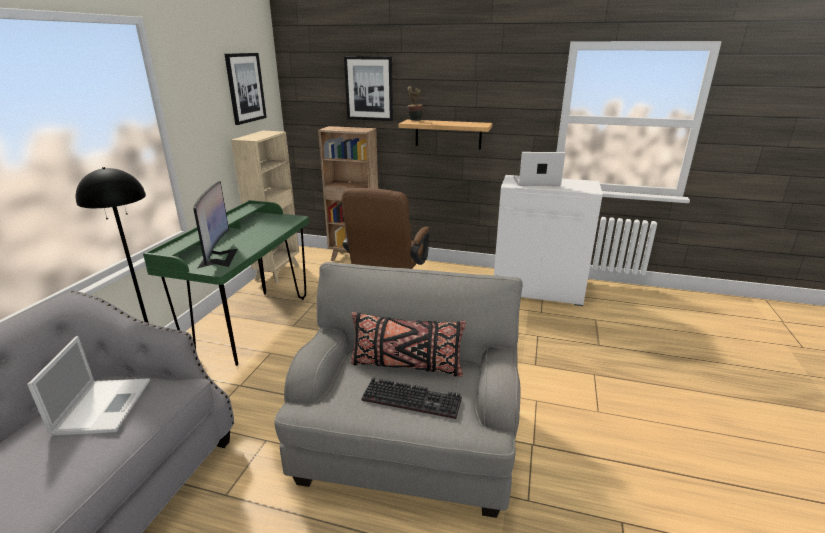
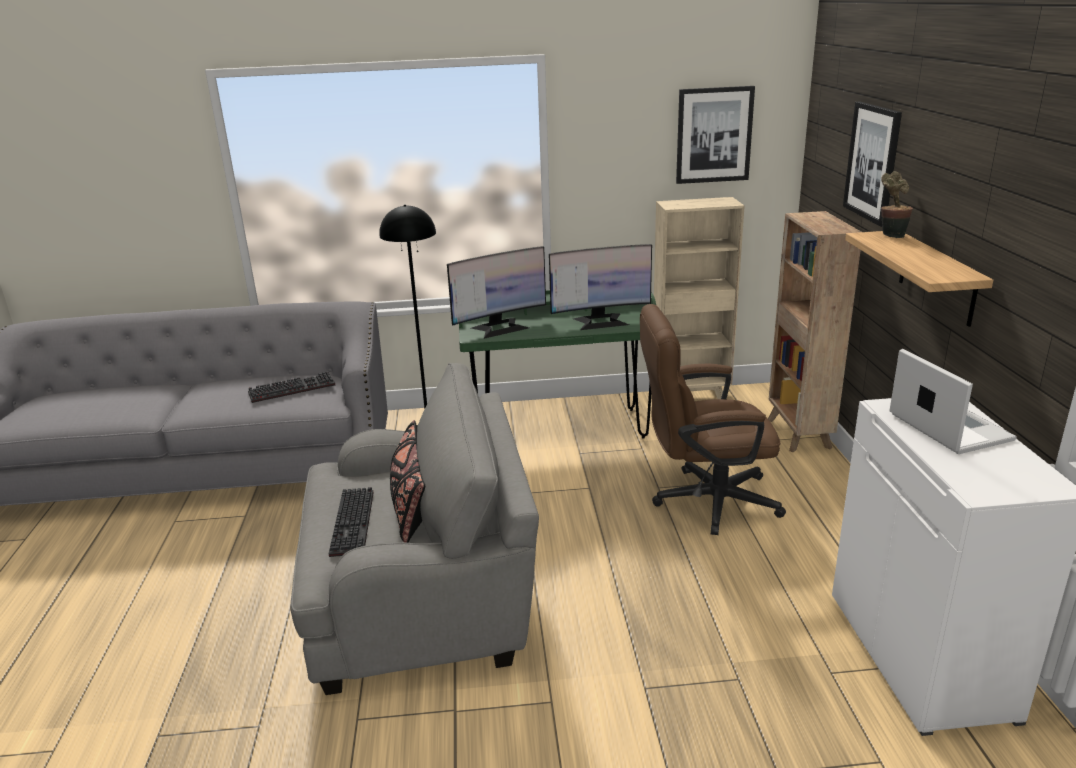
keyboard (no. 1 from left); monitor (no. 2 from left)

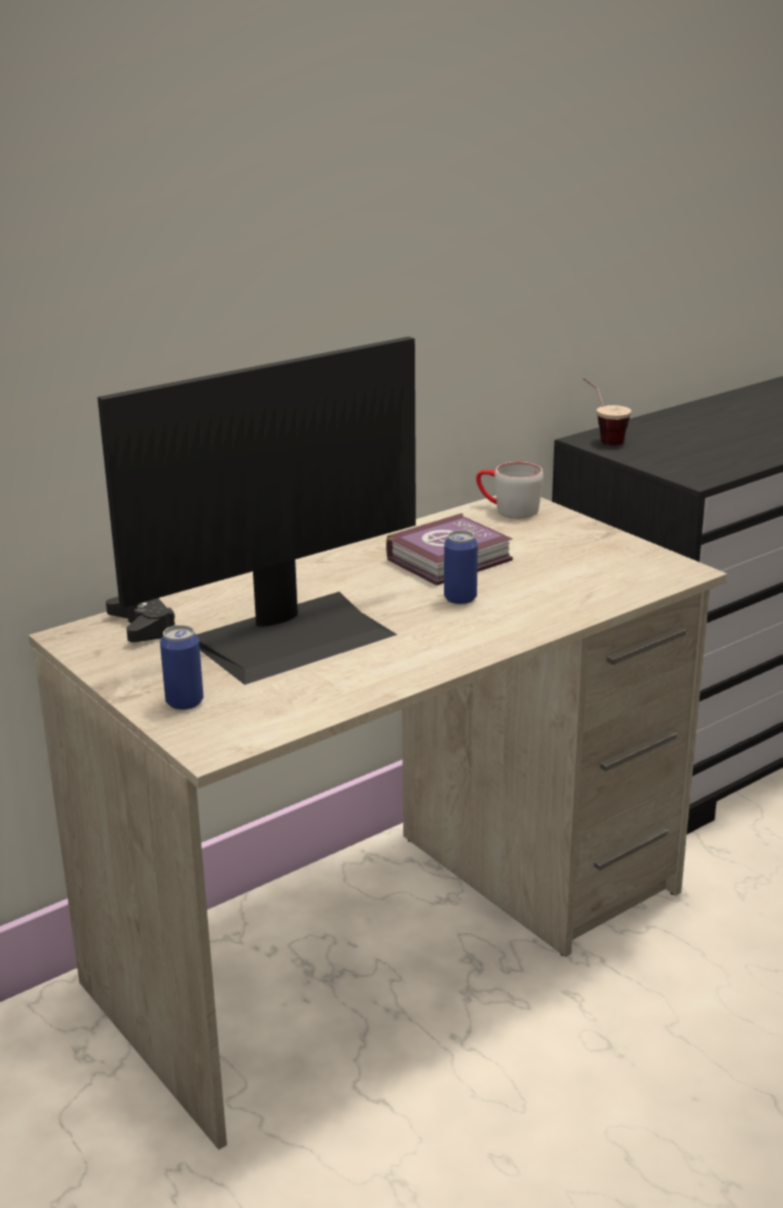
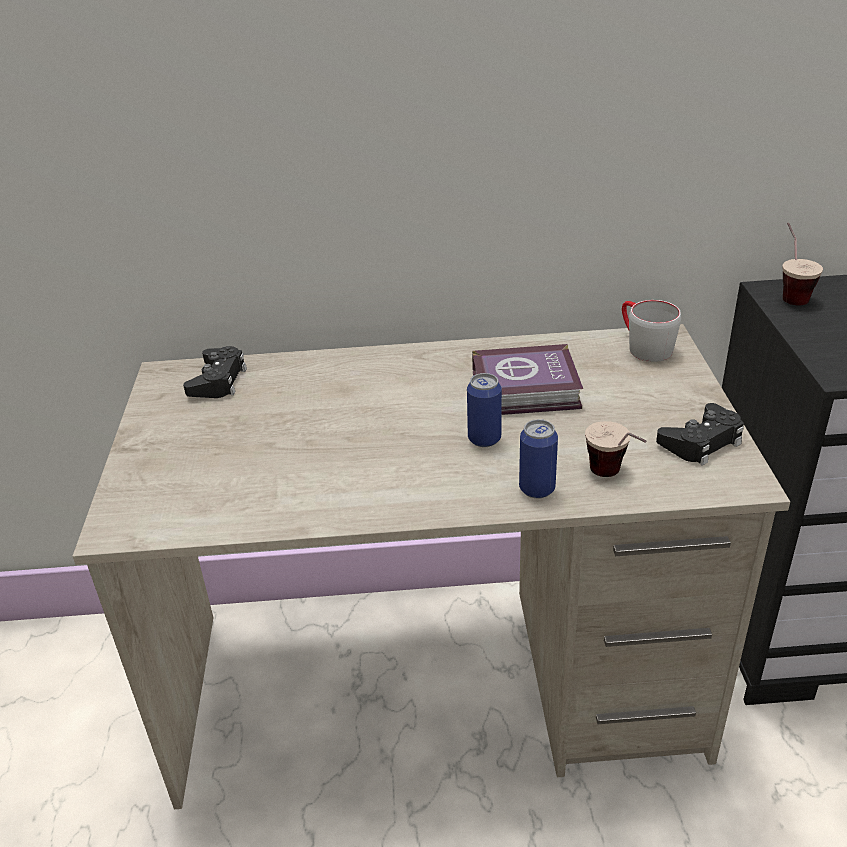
monitor; can (no. 2 from left); game controller (black) (no. 2 from left); cup (no. 1 from left)

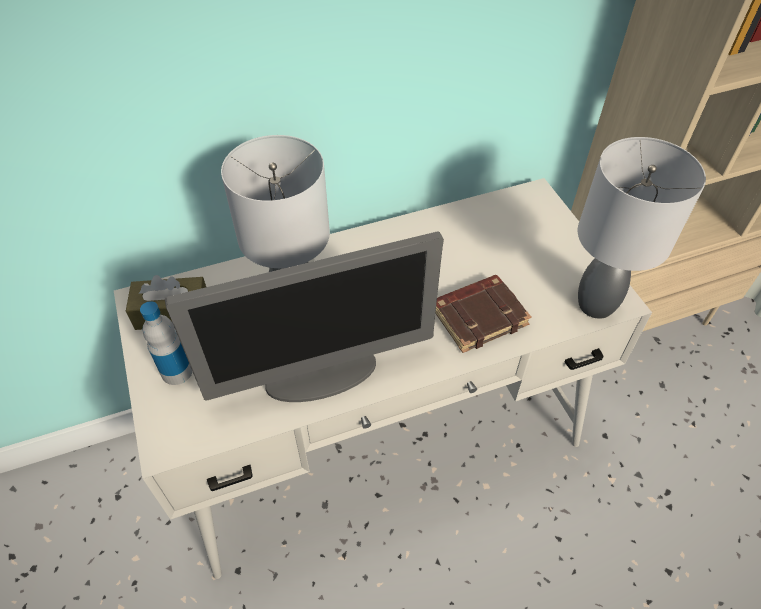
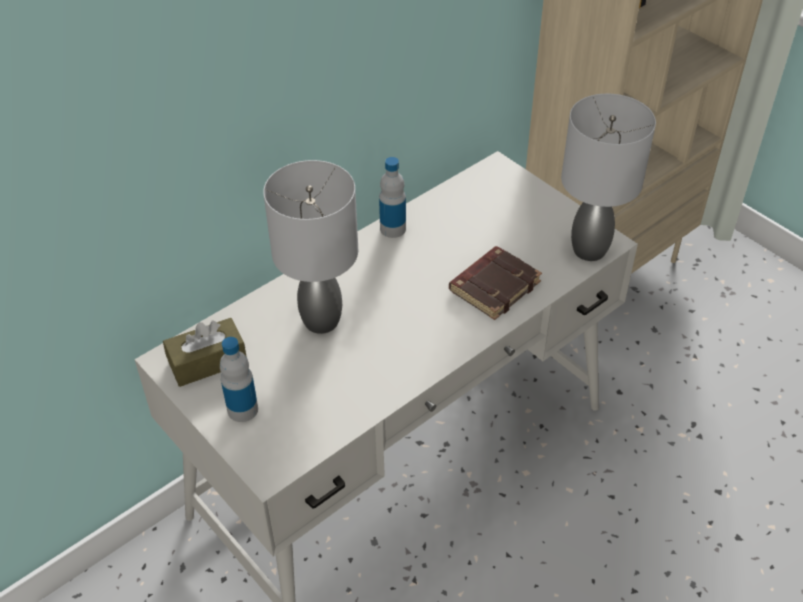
monitor; bottle (no. 2 from left)

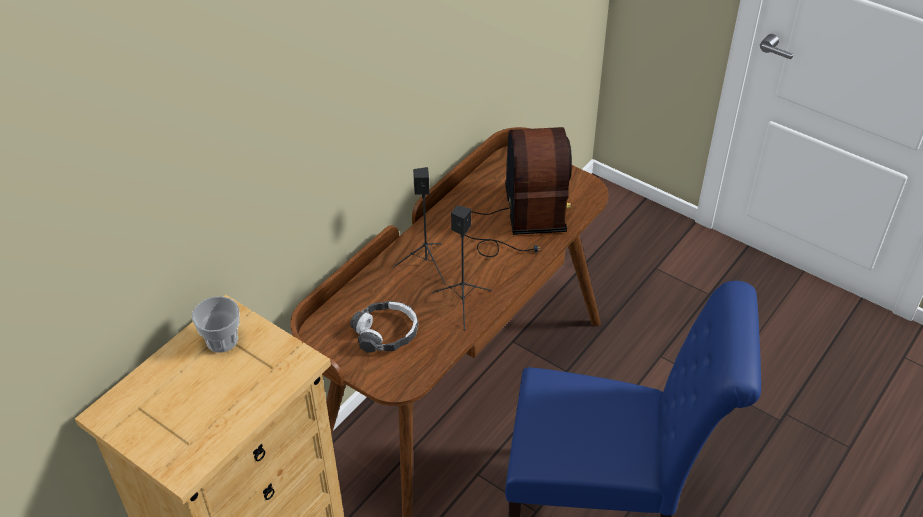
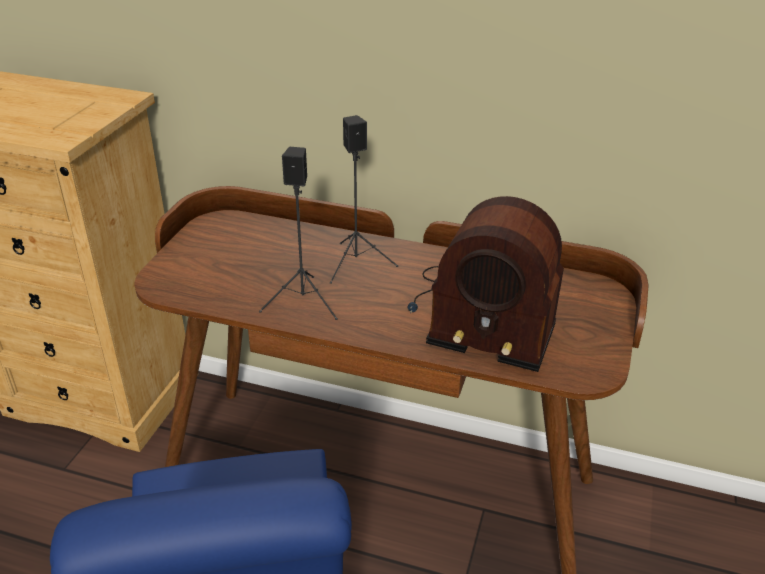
radio; cup; headphones

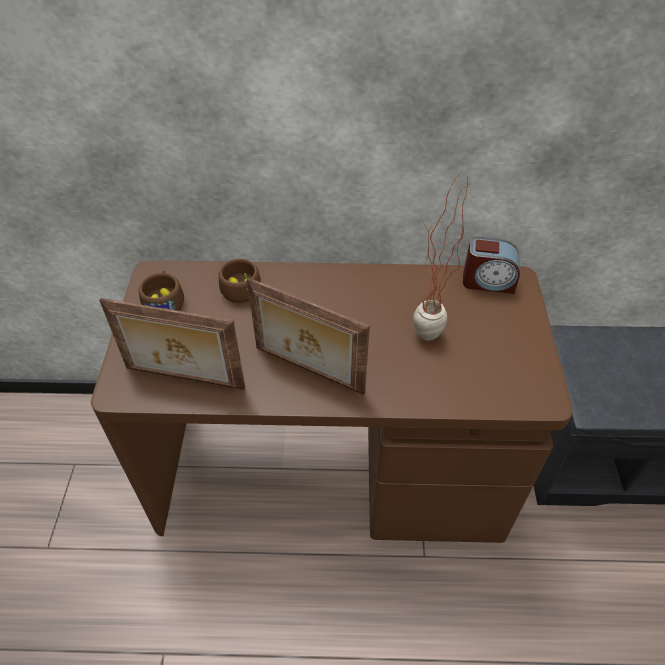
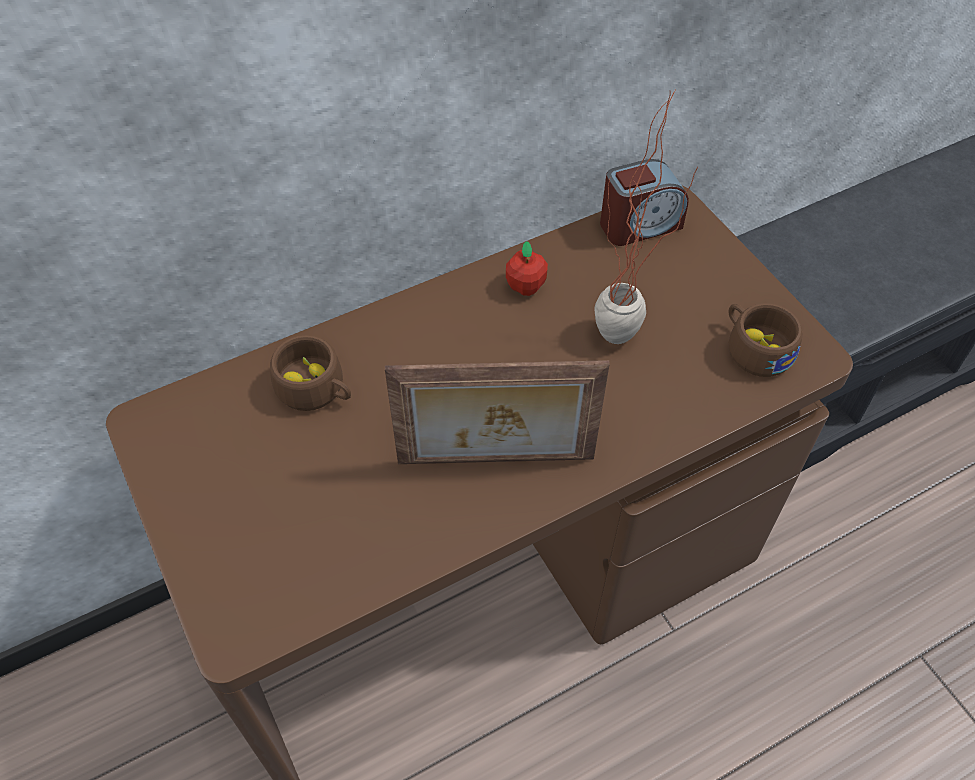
cup (brown) (no. 2 from left); picture frame (no. 1 from left in the first image); apple

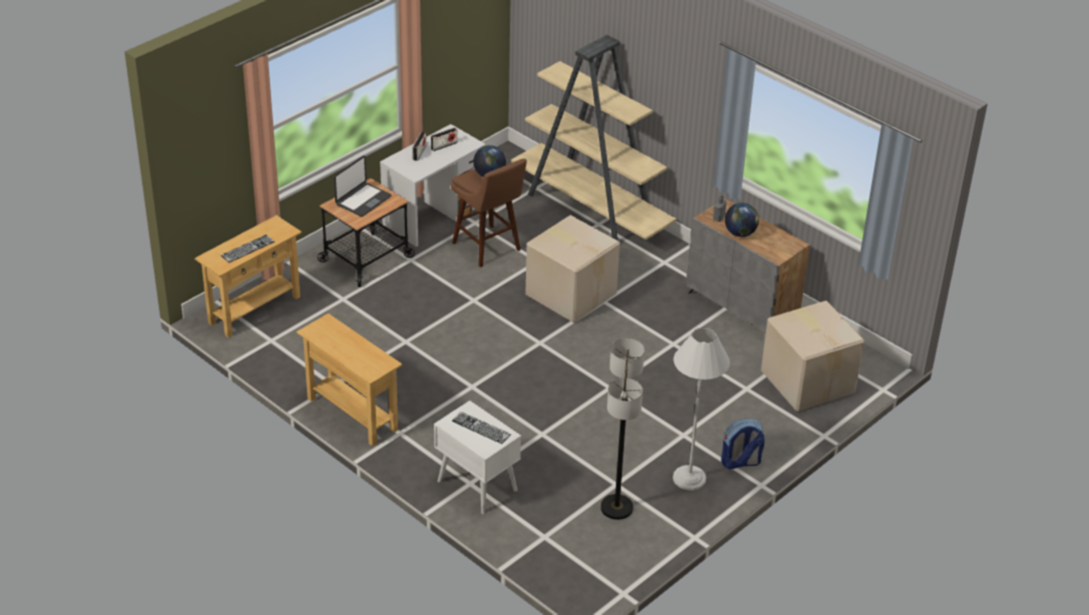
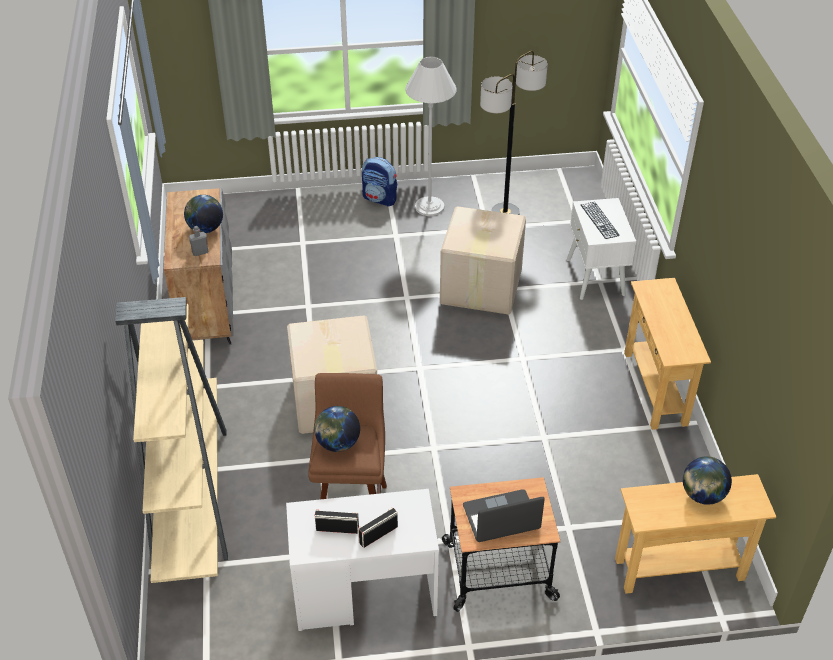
globe (no. 3 from left); cardboard box (no. 2 from left)

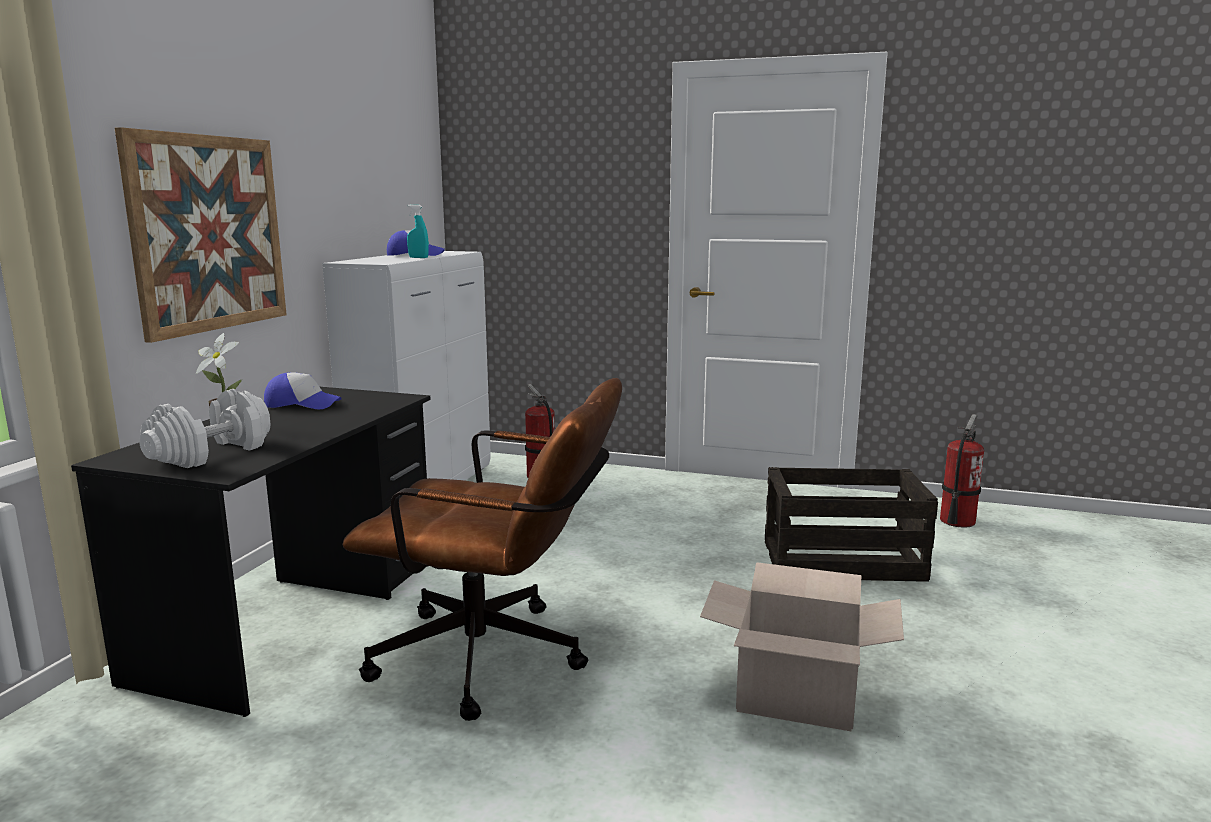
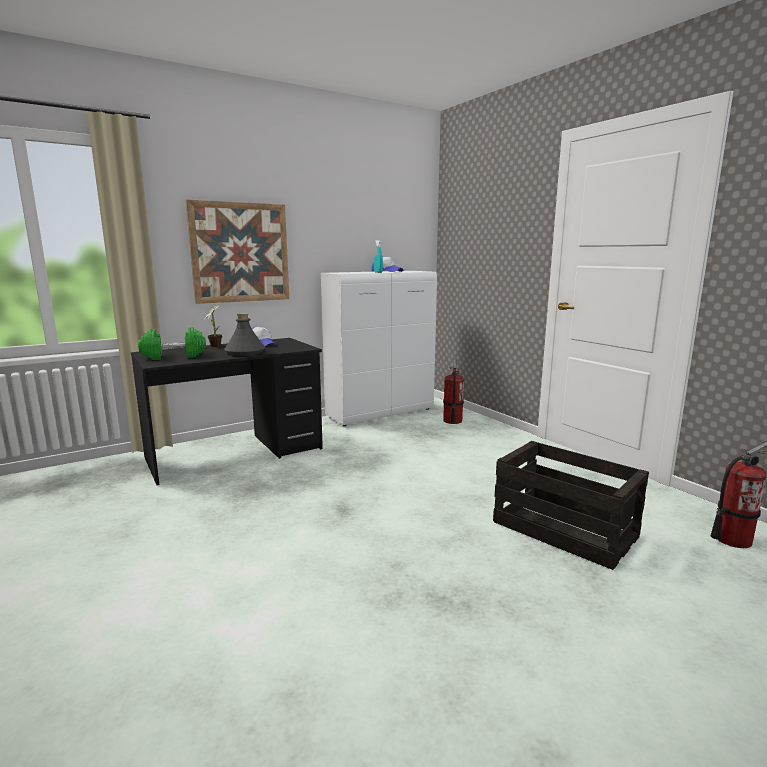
office chair (brown); dumbbell (green); cardboard box; bottle (grey)

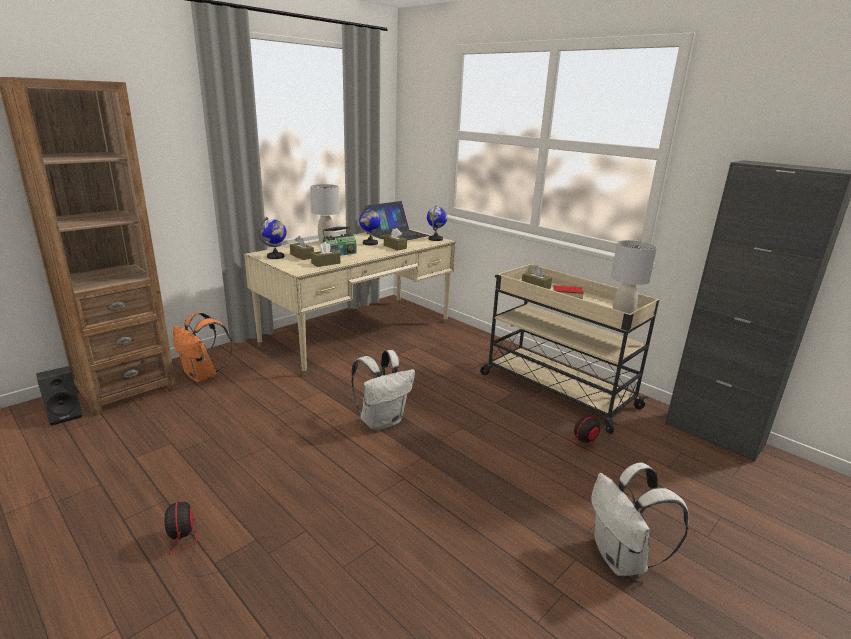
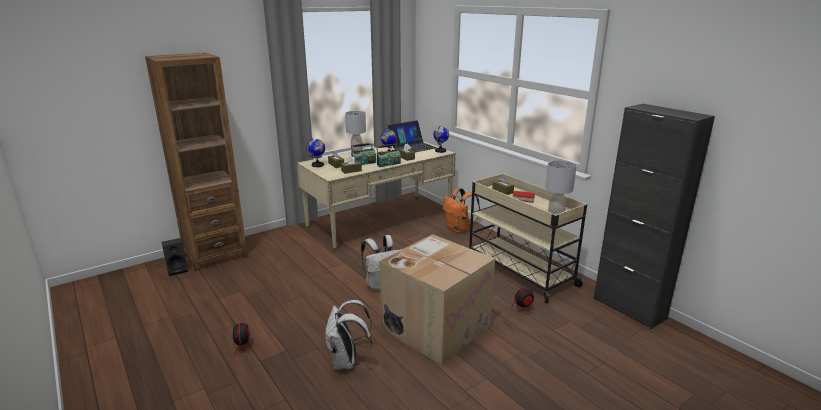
backpack (orange); backpack (white) (no. 1 from left); radio (no. 2 from left); cardboard box

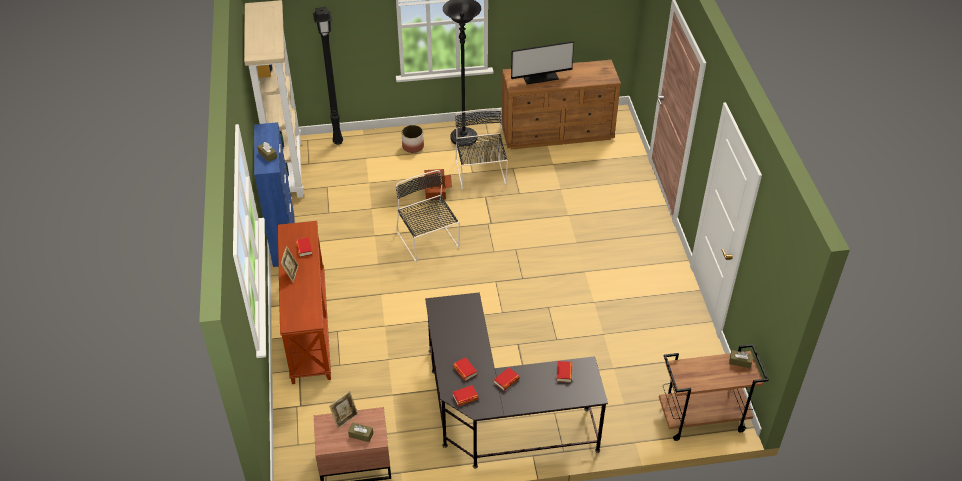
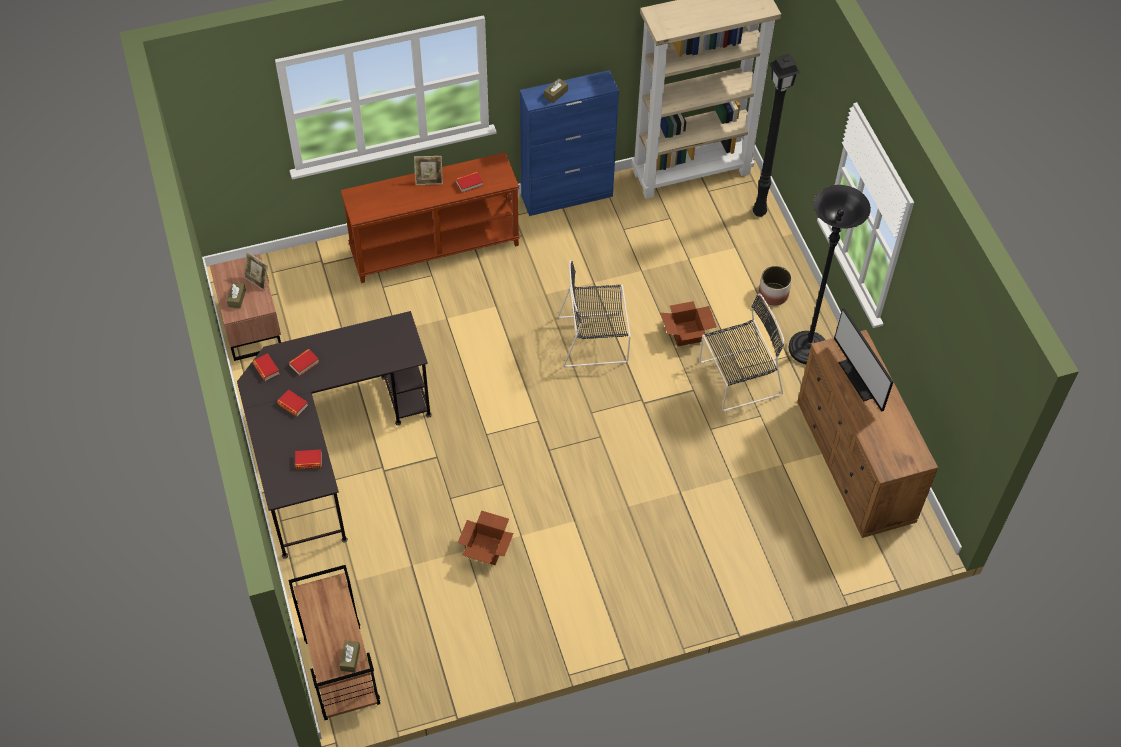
chair (black) (no. 1 from left); cardboard box (no. 1 from left)

